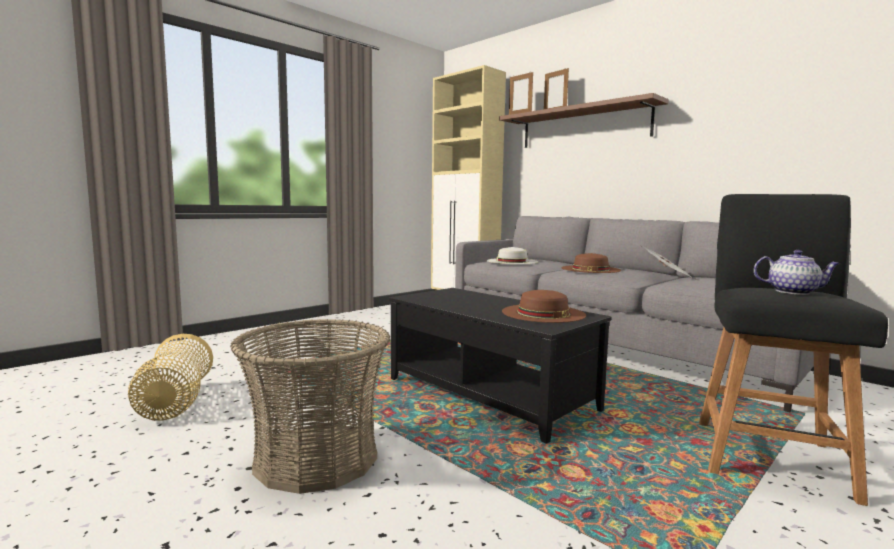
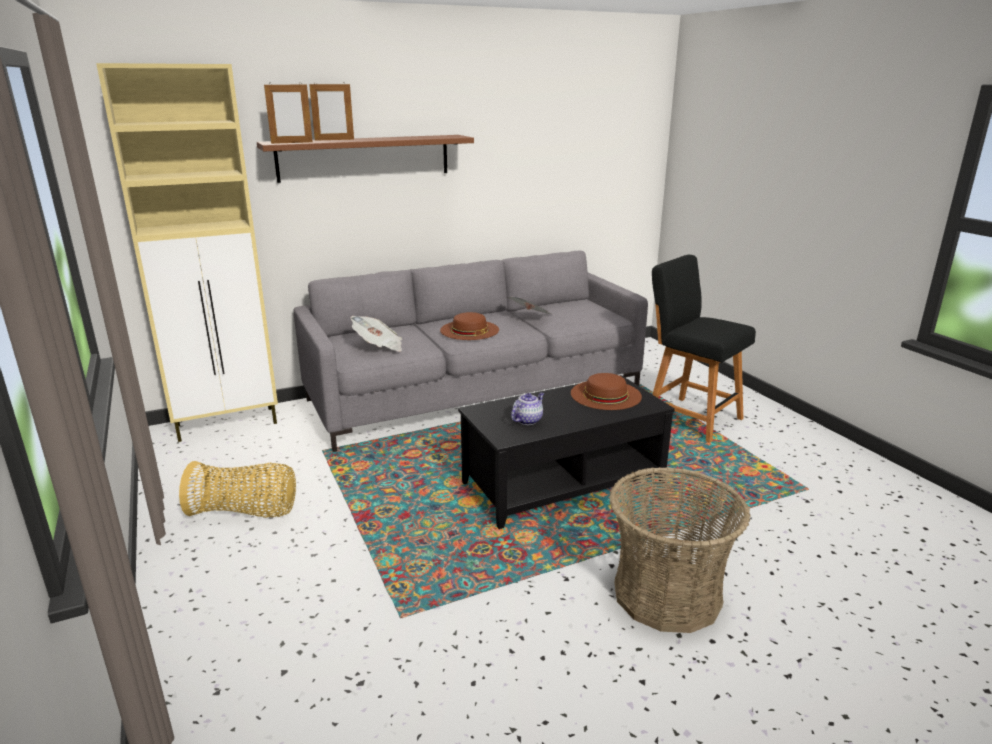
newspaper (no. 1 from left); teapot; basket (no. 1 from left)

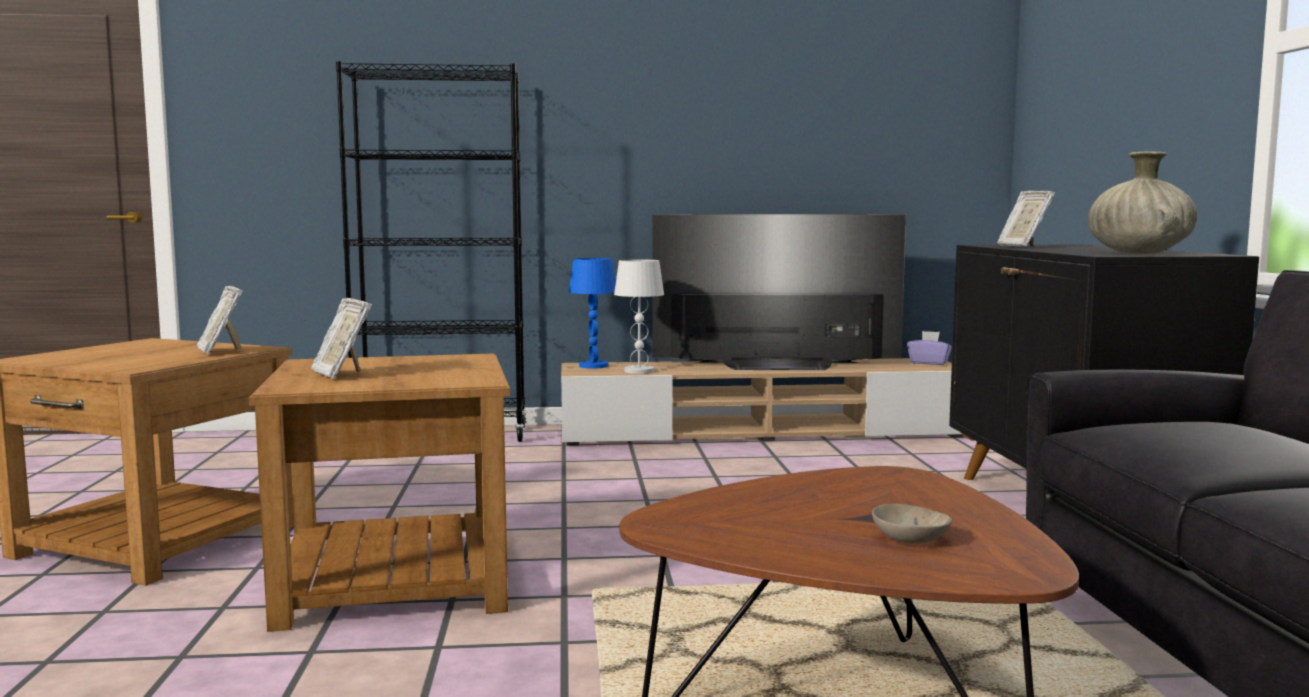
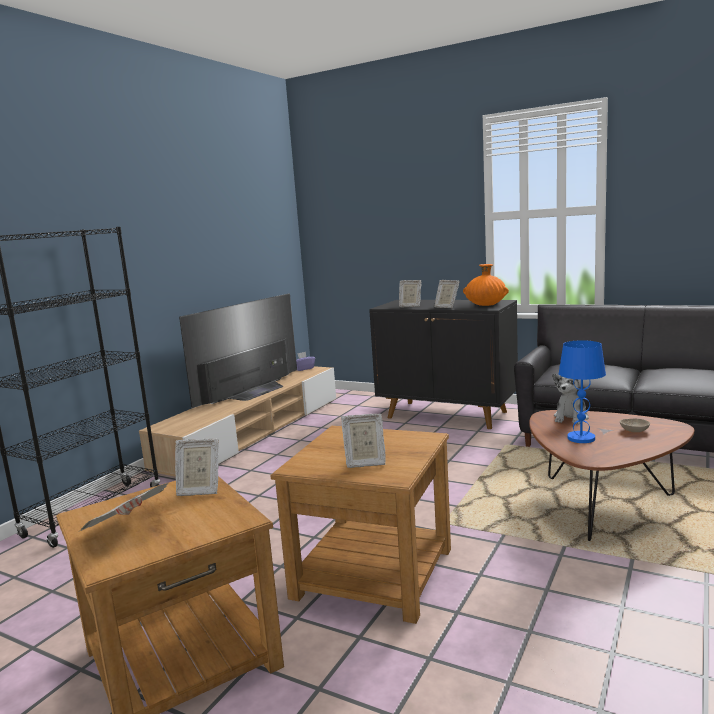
vase (orange); table lamp (blue); table lamp (white); picture frame (no. 4 from left); plush toy; newspaper

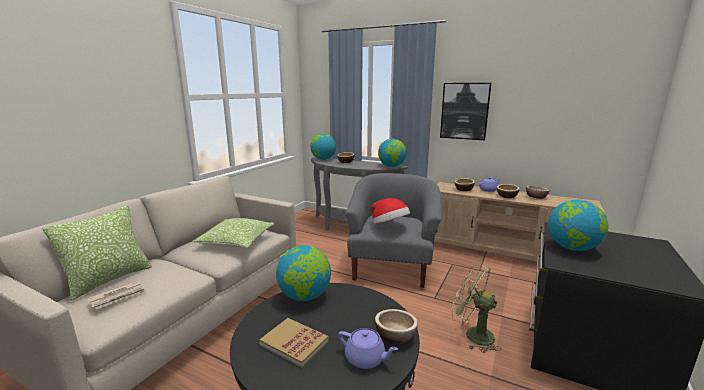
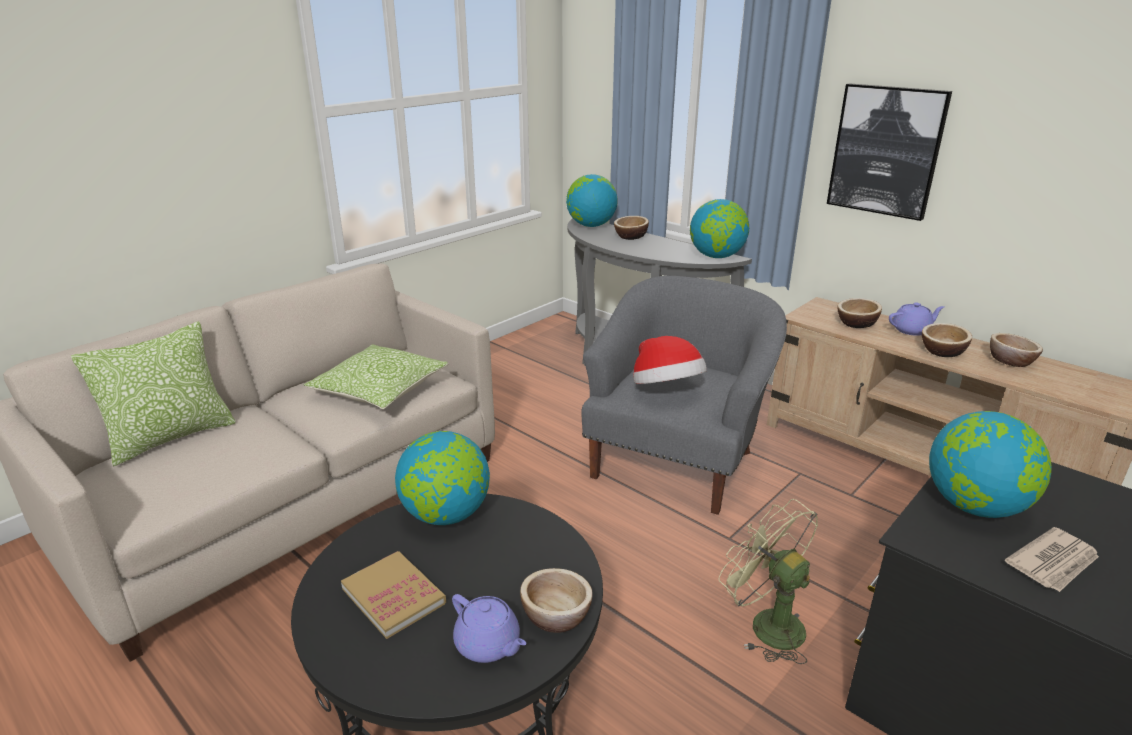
newspaper

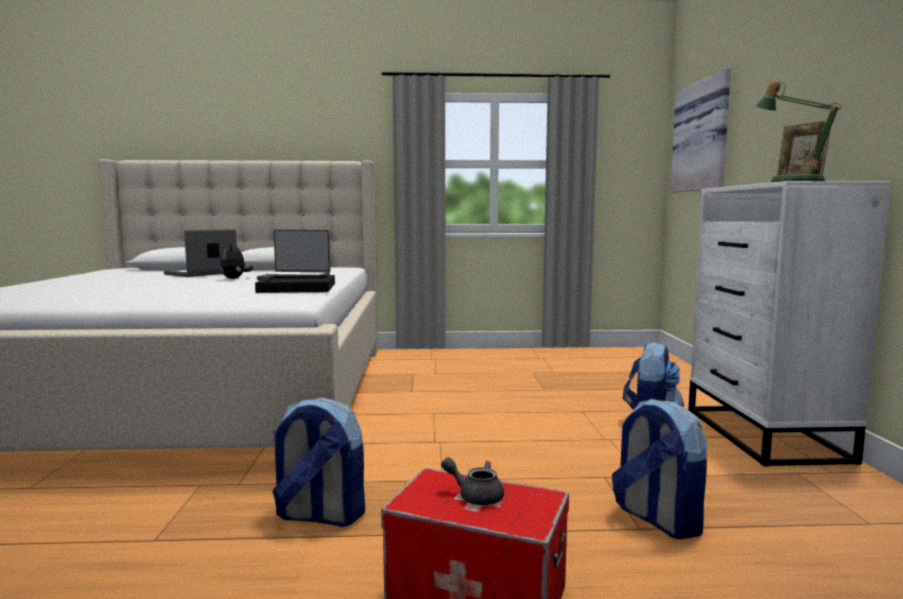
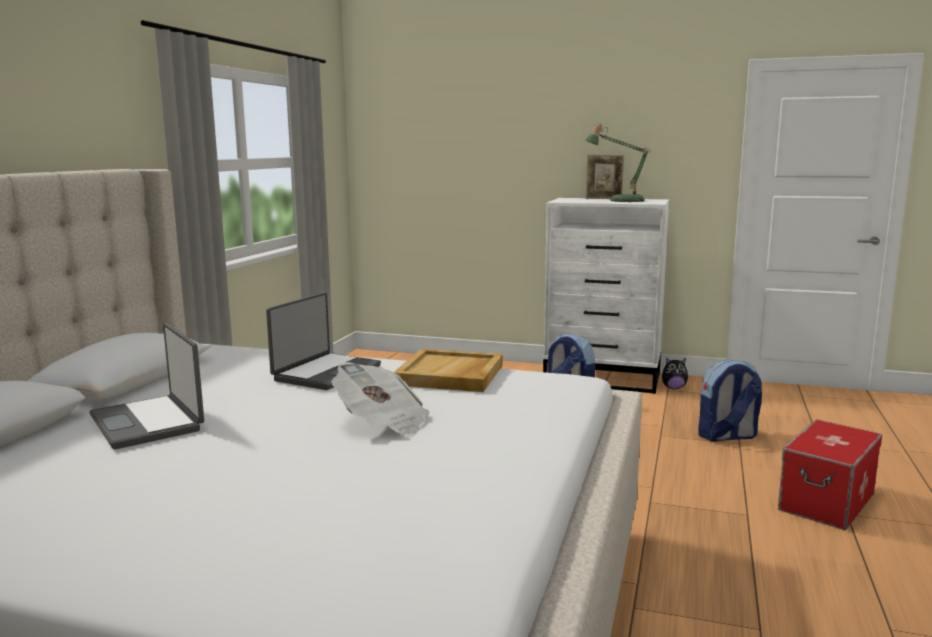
picture; plush toy; tray (beige); backpack (no. 1 from left in the first image); teapot (grey); newspaper

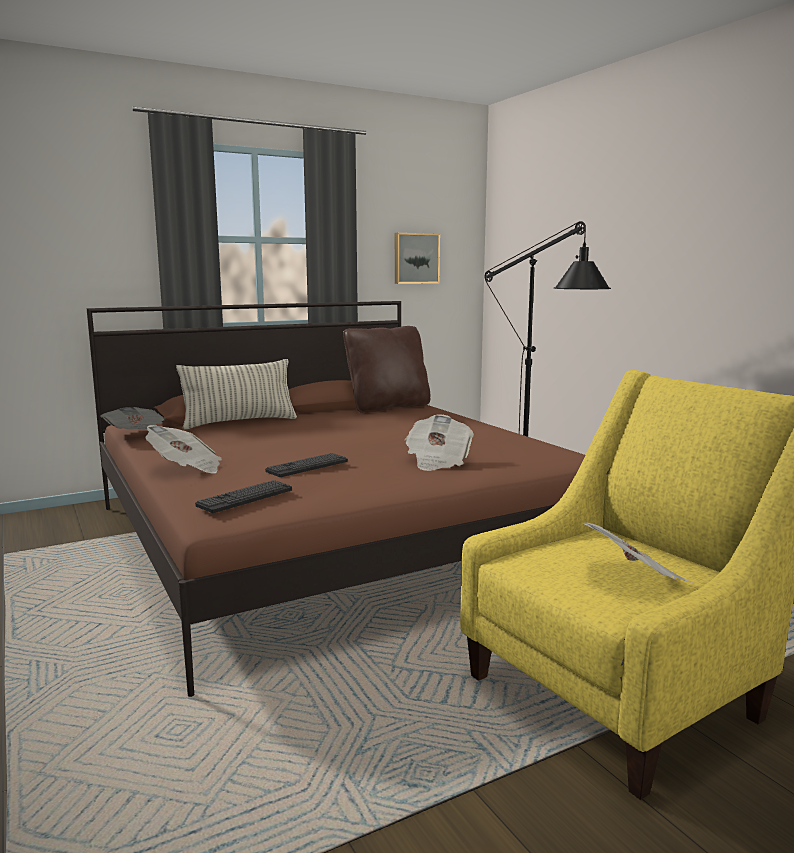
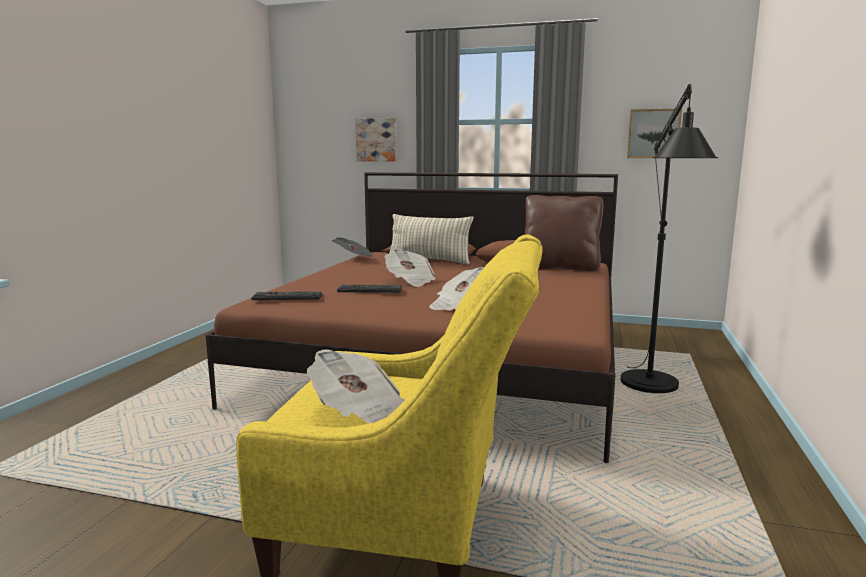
newspaper (no. 3 from left); picture (no. 1 from left)

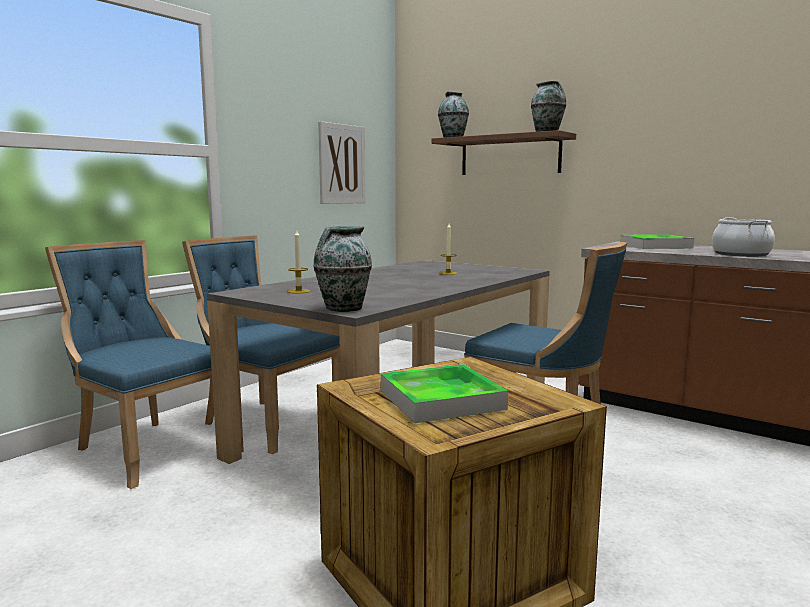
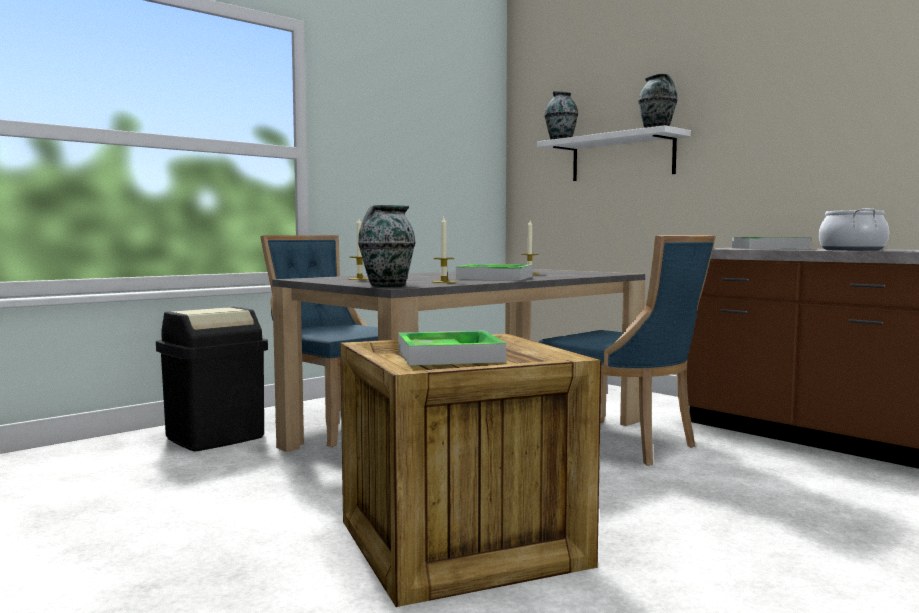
picture; shelf (white); trash can (black); candle (no. 2 from left); tray (no. 2 from left)

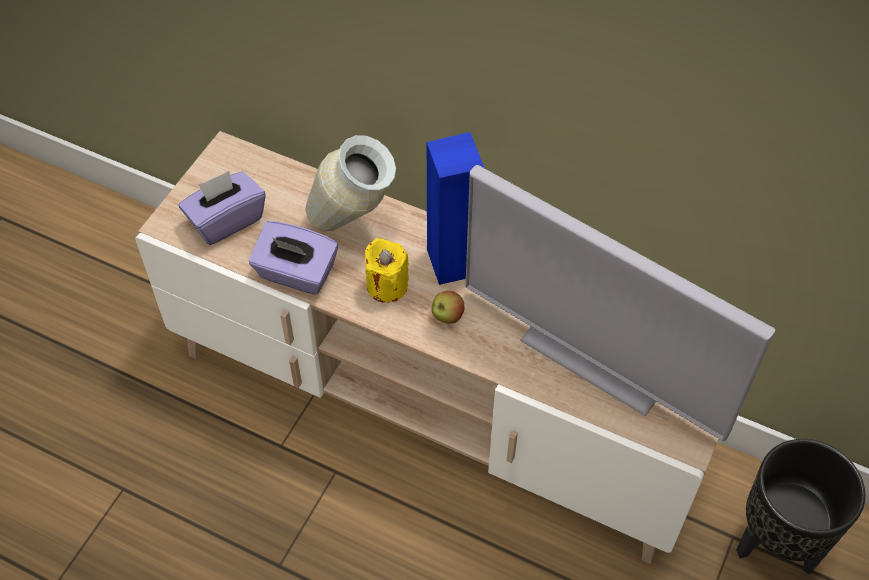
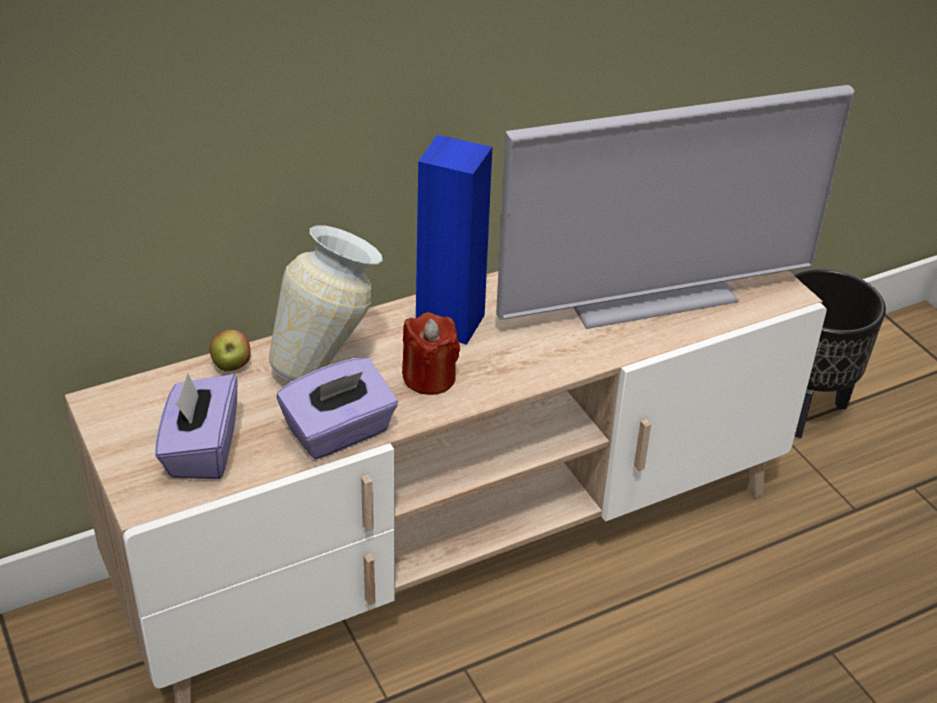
candle (red); apple

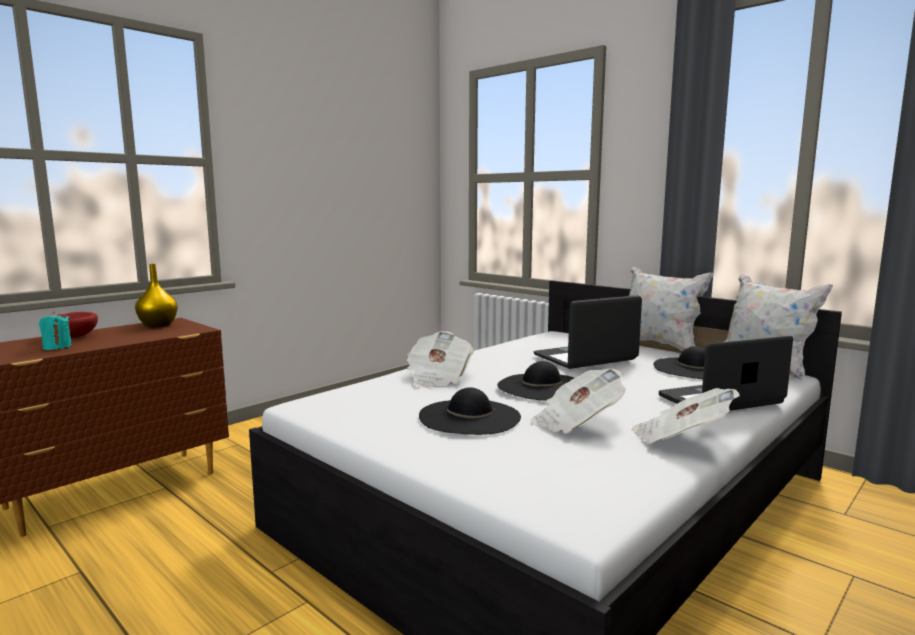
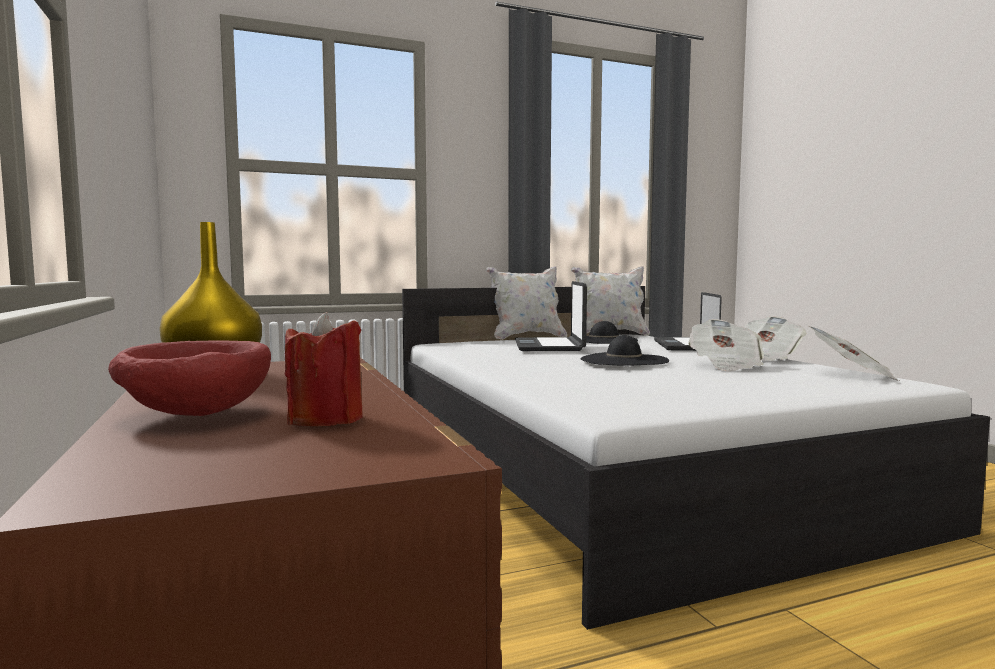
candle (red); newspaper (no. 3 from left); hat (black) (no. 1 from left in the first image)

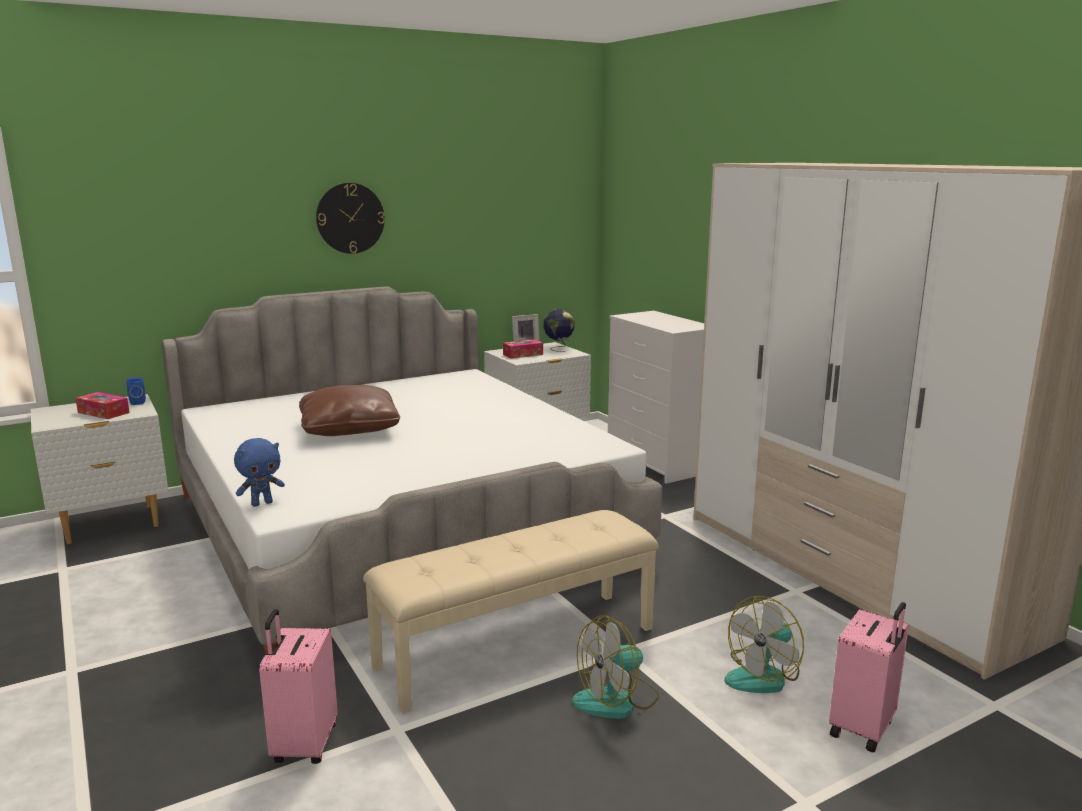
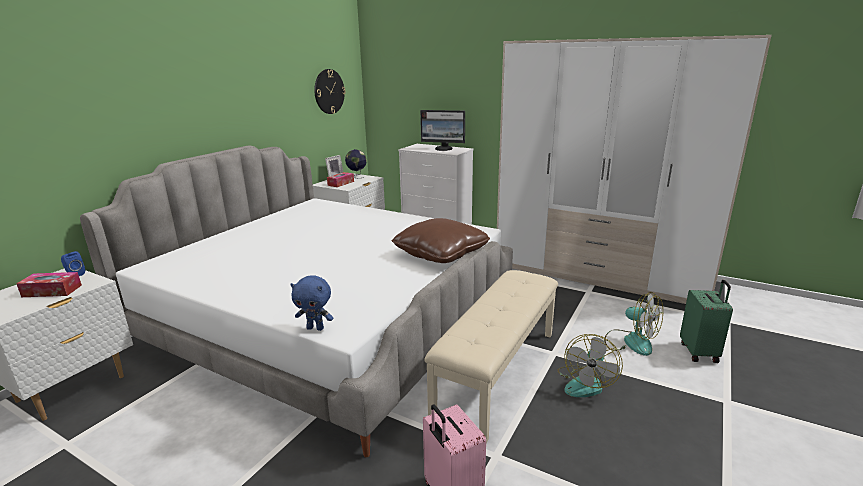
wall clock; pillow (brown); plush toy (blue); fan (no. 2 from left); suitcase (green); monitor

